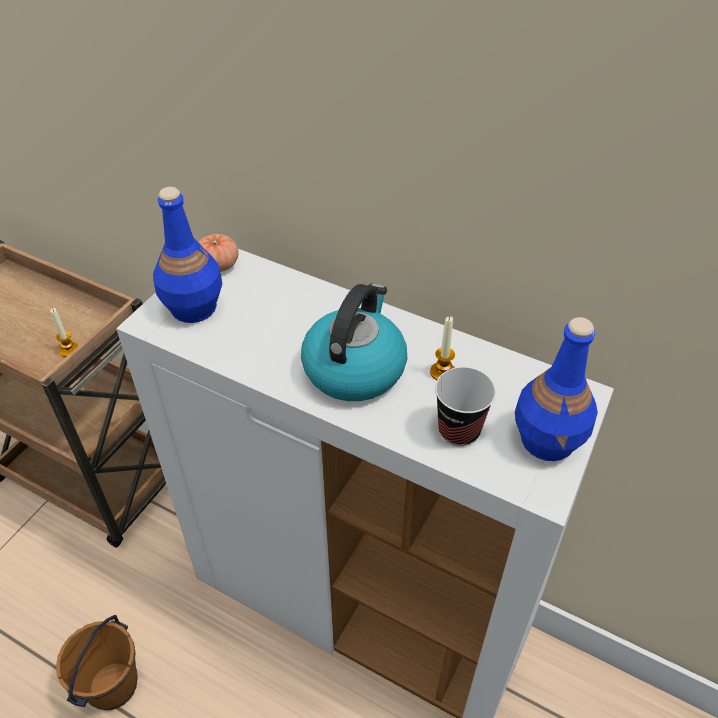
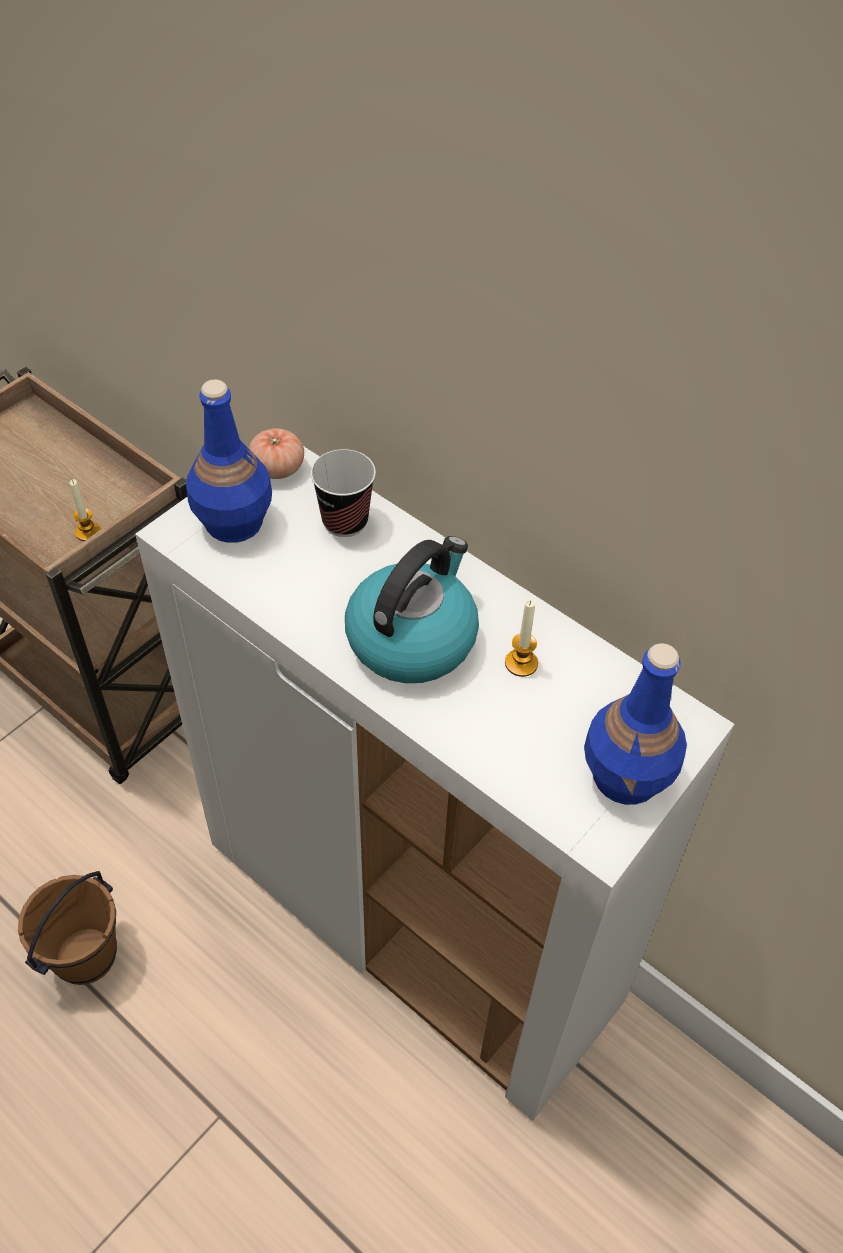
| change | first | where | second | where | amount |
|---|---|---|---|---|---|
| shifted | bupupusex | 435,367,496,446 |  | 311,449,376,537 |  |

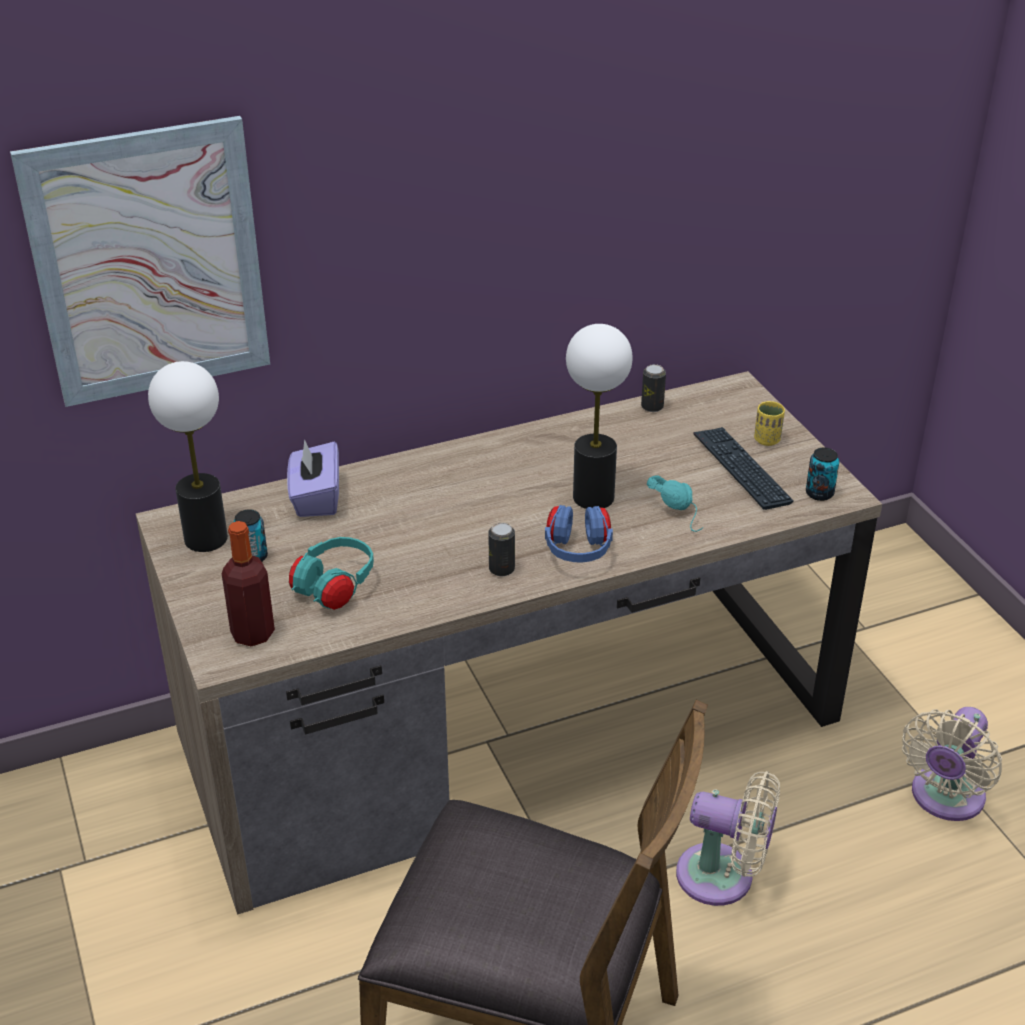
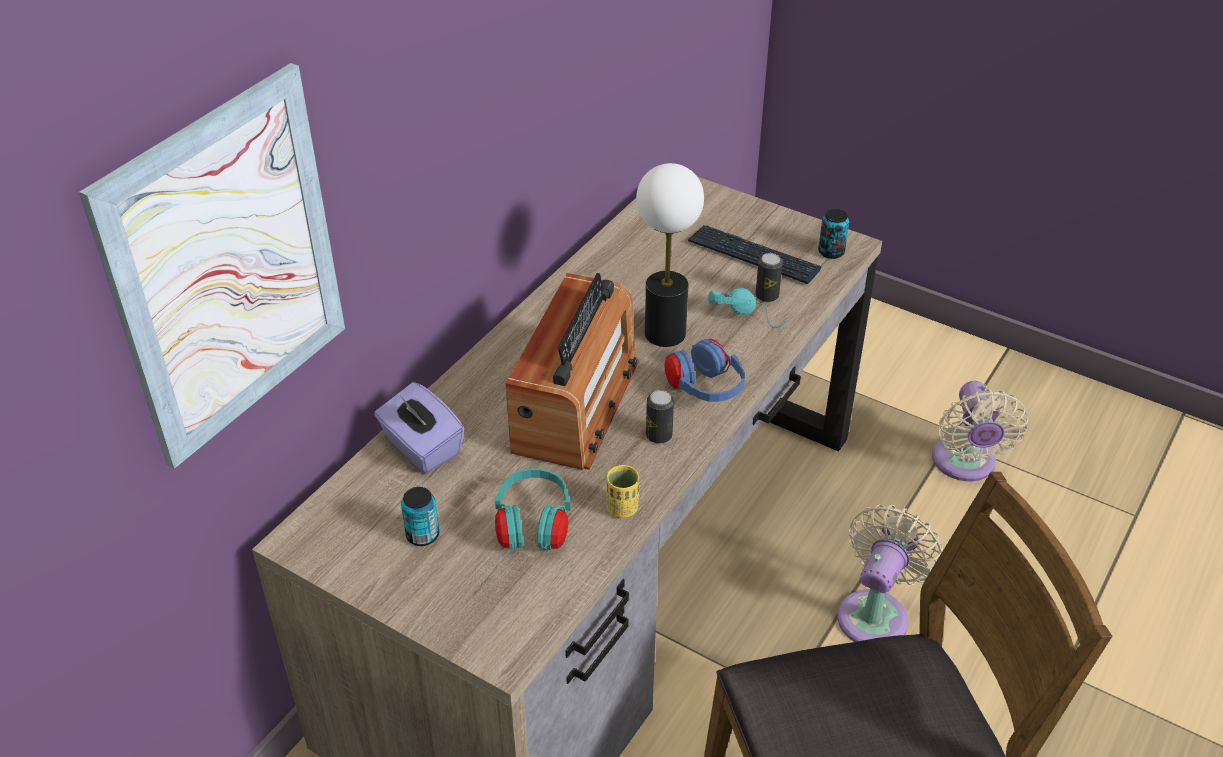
| change | first | where | second | where | amount |
|---|---|---|---|---|---|
| gone | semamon | 148,361,228,552 |  |  |  |
| gone | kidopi | 222,521,275,646 |  |  |  |
| shifted | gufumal | 641,364,666,412 |  | 755,253,783,302 |  |
| rotated | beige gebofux | 676,771,780,906 |  | 837,504,943,642 | 45 degrees counterclockwise |
| shifted | yellow bupupusex | 754,401,785,446 |  | 606,465,639,518 |  |
| new |  |  | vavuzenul | 506,273,639,470 |  |

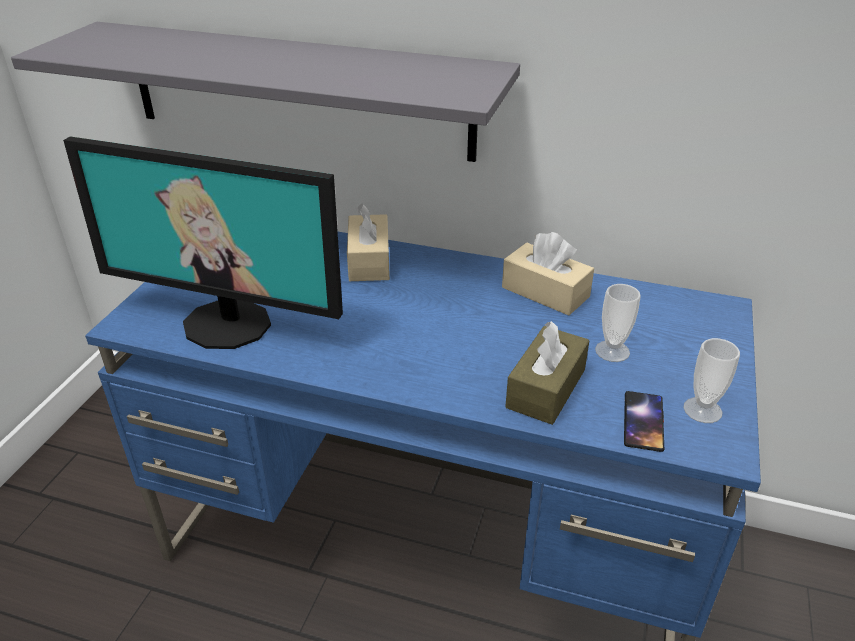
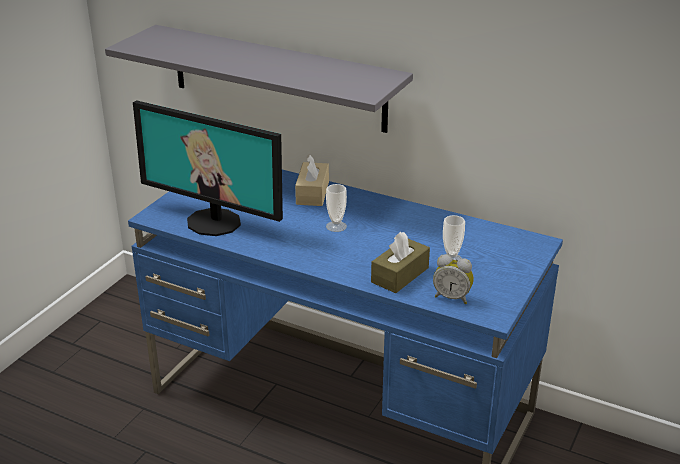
| change | first | where | second | where | amount |
|---|---|---|---|---|---|
| gone | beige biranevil | 502,232,594,315 |  |  |  |
| swapped | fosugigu | 624,391,664,452 | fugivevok | 433,254,474,304 |  |
| shifted | bupupusex | 683,338,740,423 |  | 326,184,347,232 |  |

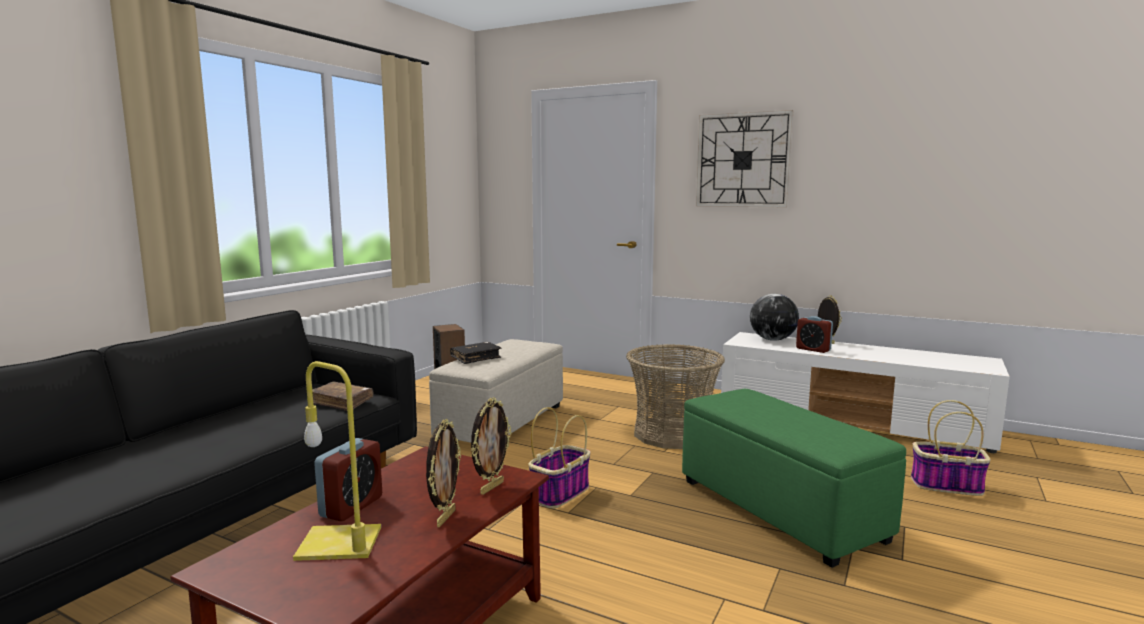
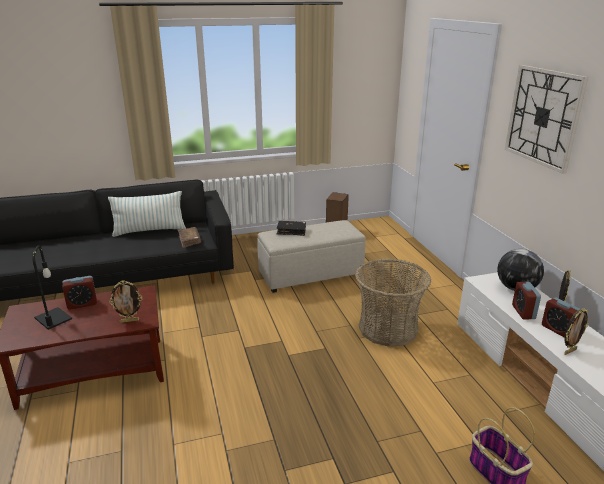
| change | first | where | second | where | amount |
|---|---|---|---|---|---|
| repainted | yellow semamon | 293,361,381,561 | black semamon | 32,245,72,330 |  |
| shifted | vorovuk | 426,419,461,527 |  | 564,308,589,355 |  |
| gone | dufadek | 528,407,590,509 |  |  |  |
| gone | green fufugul | 682,389,906,568 |  |  |  |
| new |  |  | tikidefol | 108,191,186,237 |  |
| new |  |  | fugivevok | 542,298,580,337 |  |

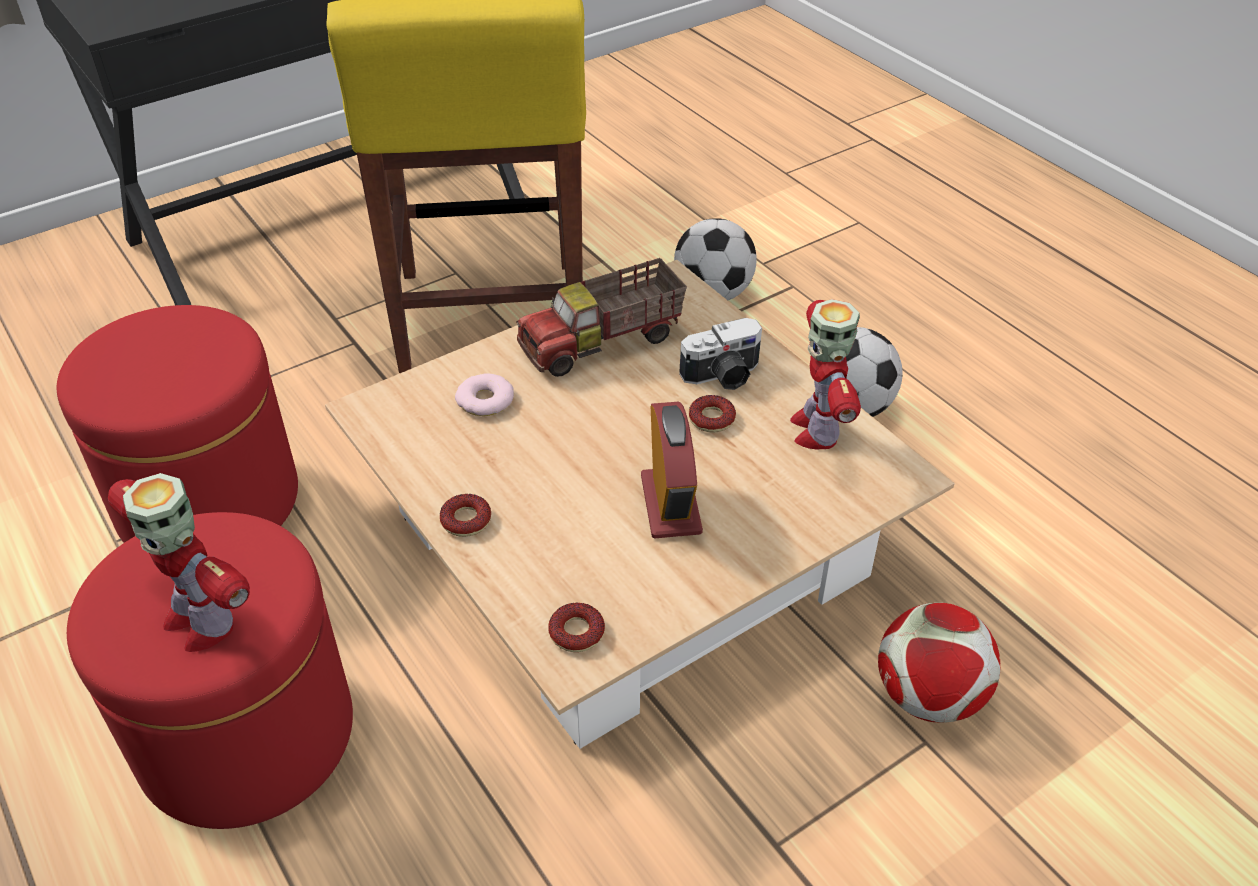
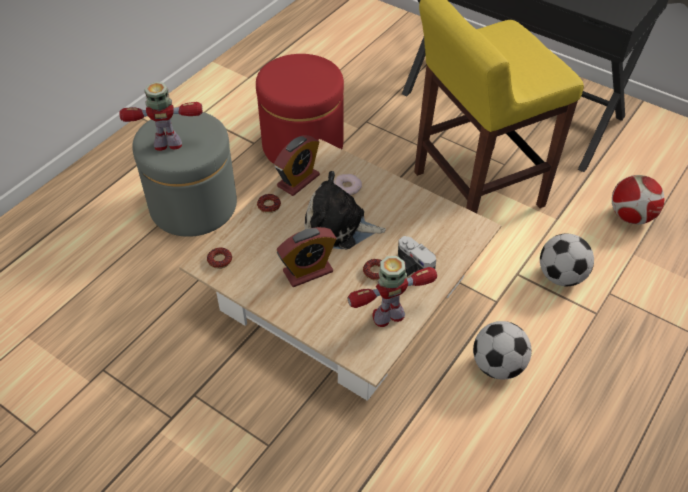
| change | first | where | second | where | amount |
|---|---|---|---|---|---|
| repainted | red fufugul | 67,512,353,829 | grey fufugul | 132,112,237,237 |  |
| rotated | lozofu | 108,473,250,652 |  | 119,82,203,151 | 60 degrees clockwise |
| gone | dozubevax | 516,258,687,377 |  |  |  |
| shifted | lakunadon | 878,603,1000,723 |  | 612,175,664,224 |  |
| new |  |  | fugivevok | 274,135,320,196 |  |
| new |  |  | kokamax | 304,171,386,250 |  |

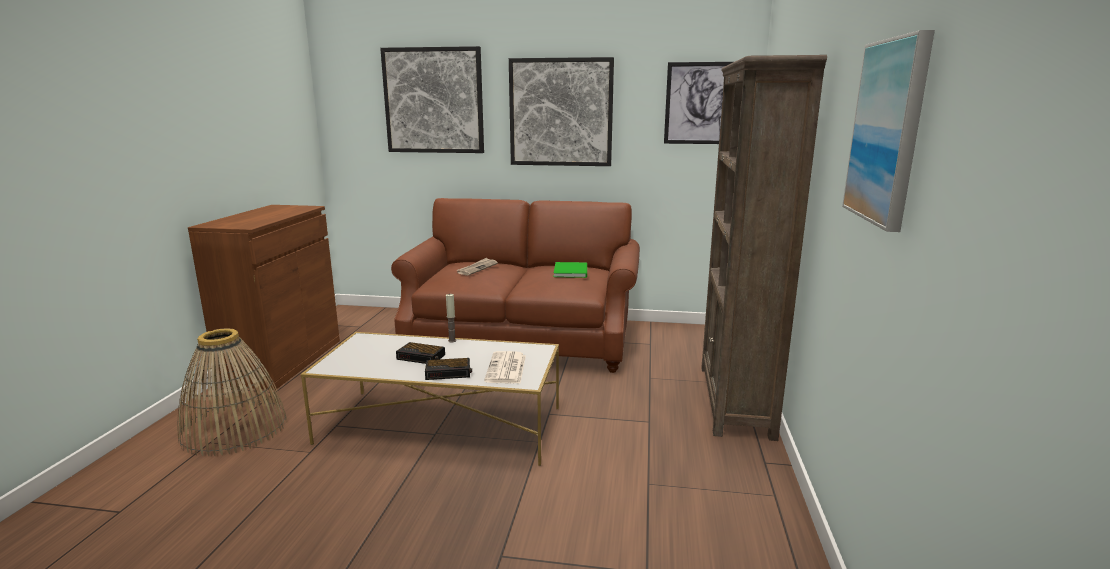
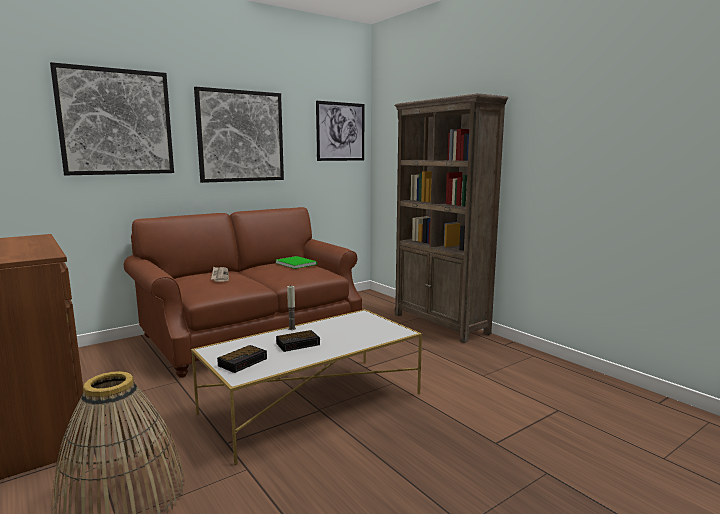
| change | first | where | second | where | amount |
|---|---|---|---|---|---|
| shifted | fugivevok | 425,358,472,380 |  | 217,345,267,373 |  |
| gone | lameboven | 484,351,526,384 |  |  |  |
| gone | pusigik | 842,30,935,232 |  |  |  |

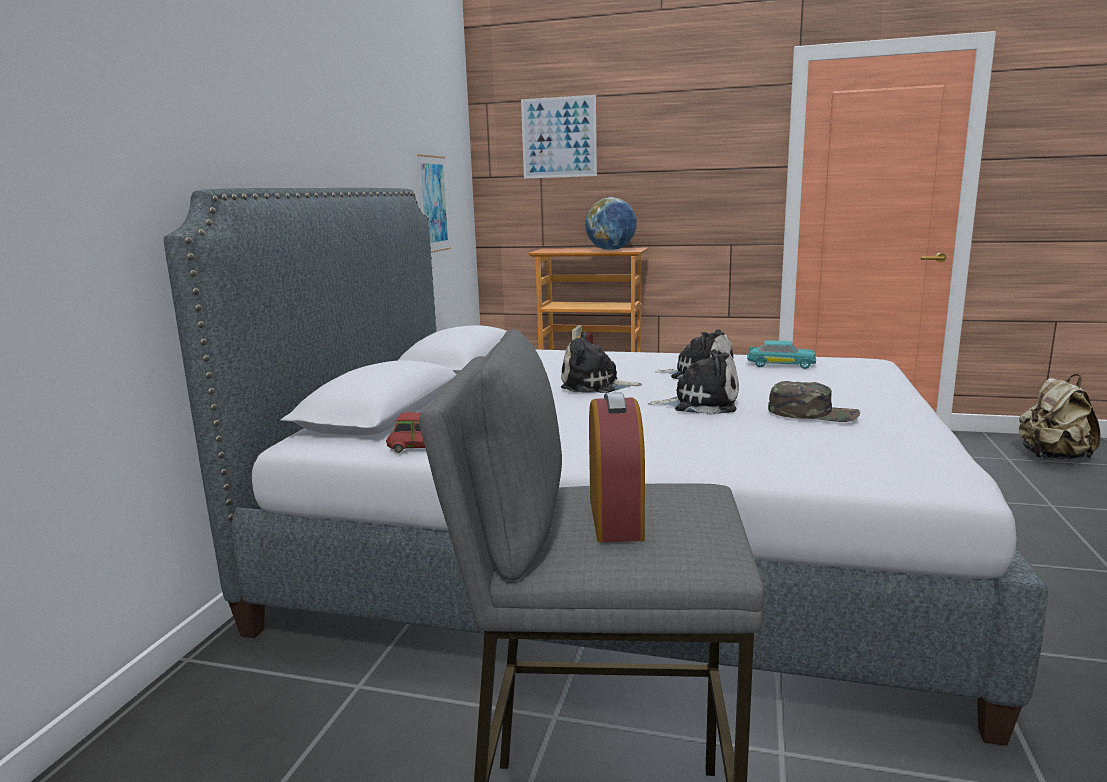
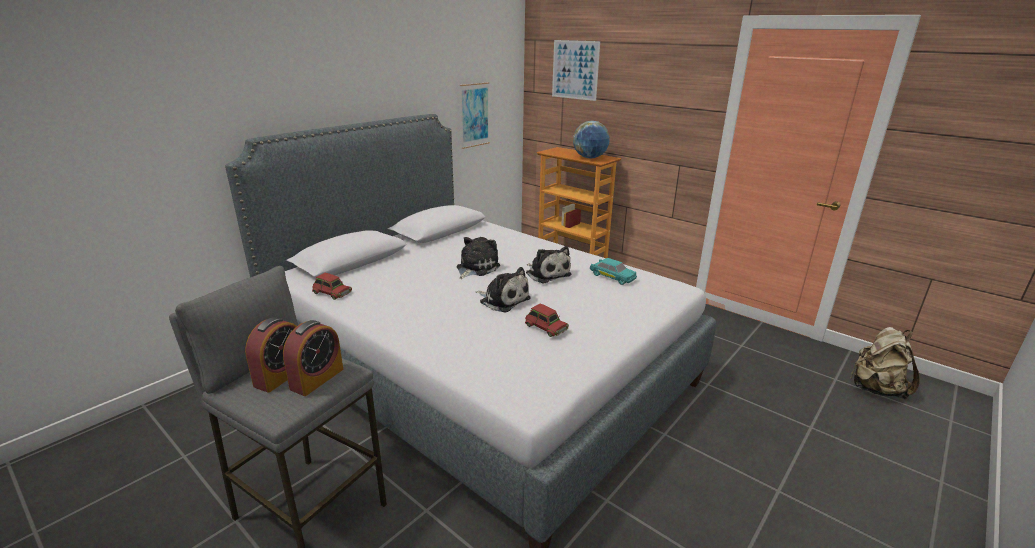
| change | first | where | second | where | amount |
|---|---|---|---|---|---|
| rotated | kokamax | 561,331,642,393 |  | 457,237,500,279 | 90 degrees clockwise |
| swapped | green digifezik | 768,381,860,422 | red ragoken | 525,304,569,337 |  |
| new |  |  | fugivevok | 283,320,343,396 |  |

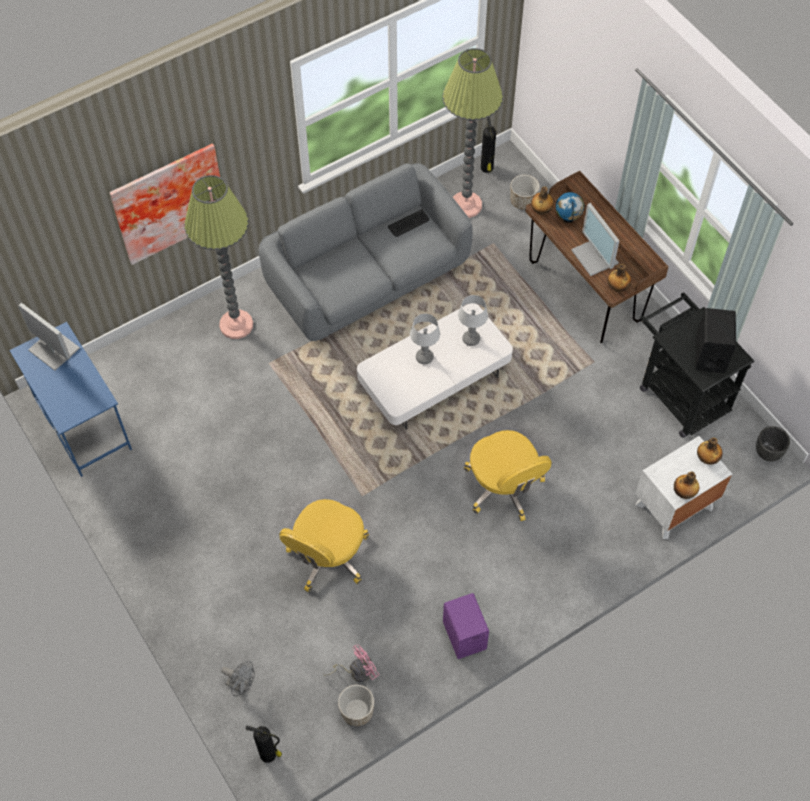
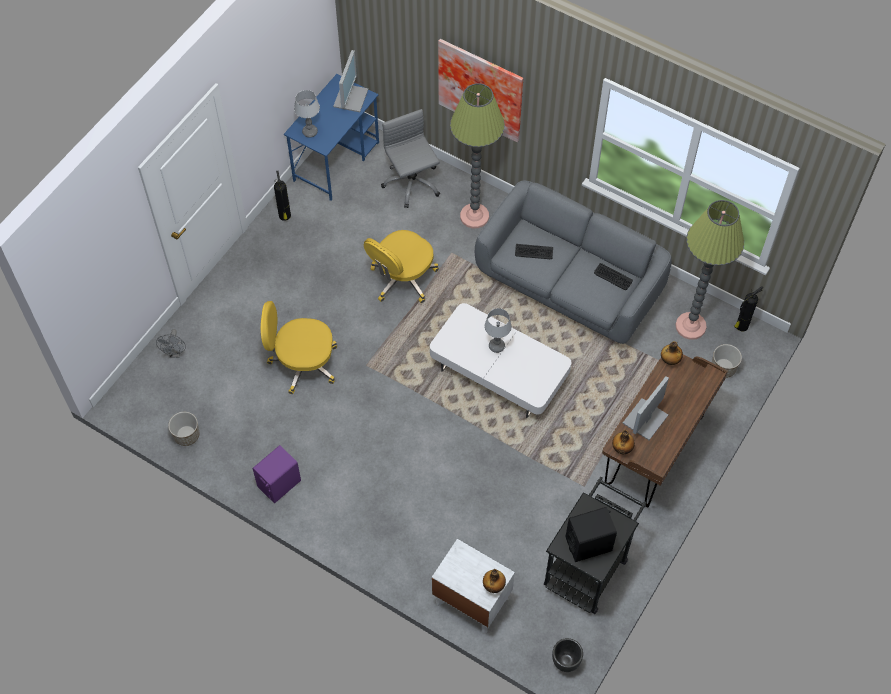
| change | first | where | second | where | amount |
|---|---|---|---|---|---|
| shifted | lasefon | 246,725,282,763 |  | 274,171,291,221 |  |
| gone | pink gebofux | 323,645,379,682 |  |  |  |
| shifted | semamon | 458,295,488,346 |  | 294,90,320,137 |  |
| shifted | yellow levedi | 464,430,552,521 |  | 364,230,439,303 |  |
| gone | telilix | 556,192,584,223 |  |  |  |
| gone | kidopi | 674,471,699,499 |  |  |  |
| new |  |  | grey levedi | 381,109,440,208 |  |
| new |  |  | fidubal | 515,244,553,259 |  |

